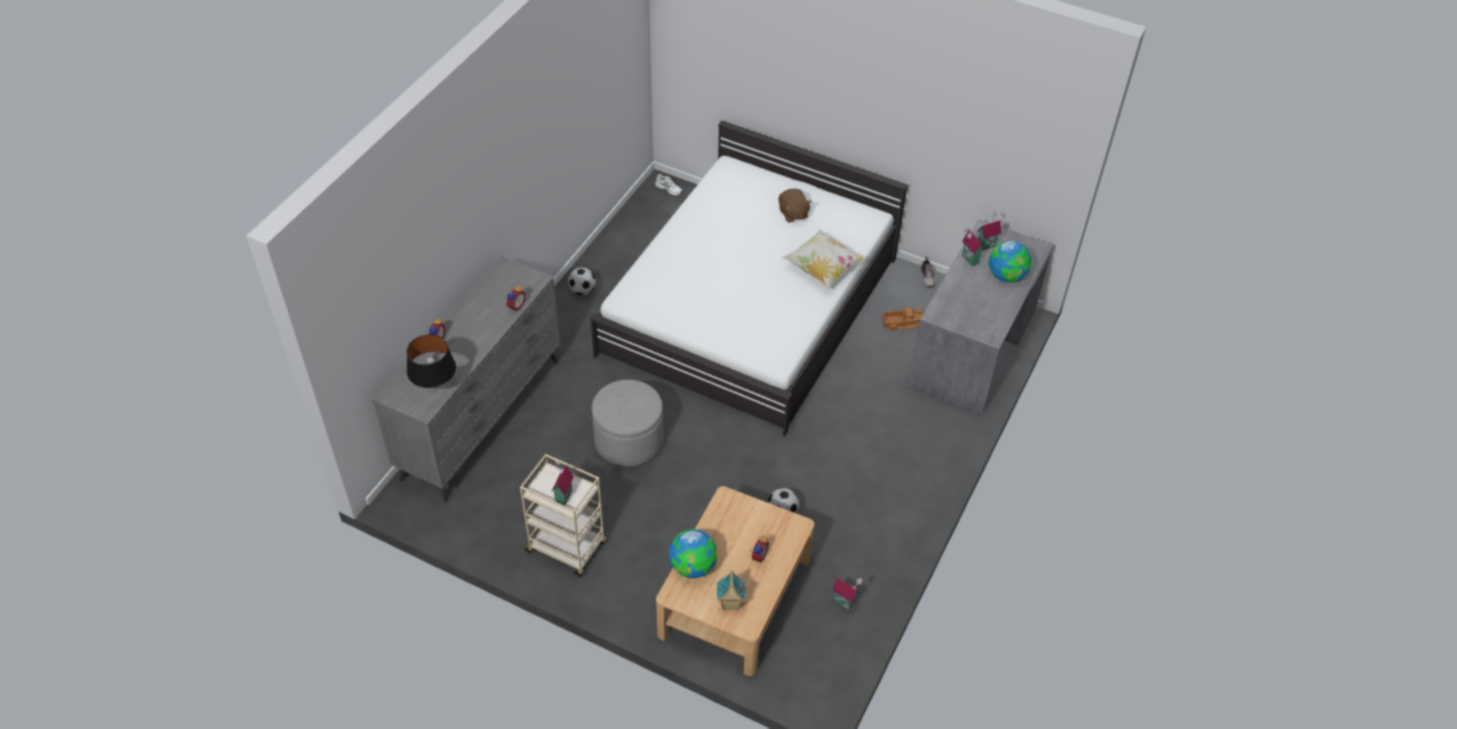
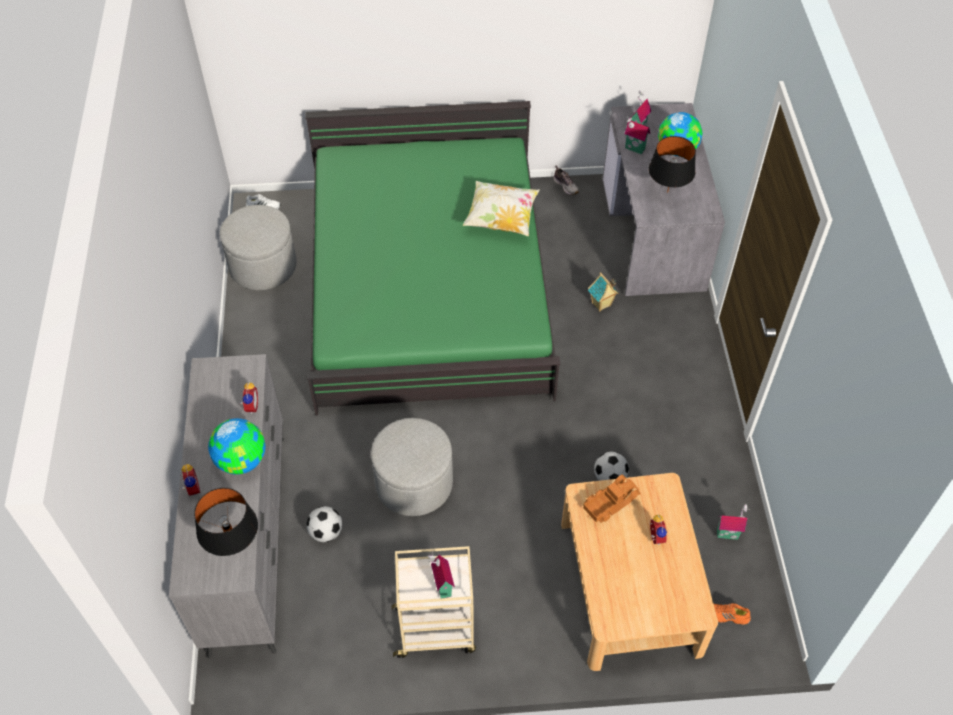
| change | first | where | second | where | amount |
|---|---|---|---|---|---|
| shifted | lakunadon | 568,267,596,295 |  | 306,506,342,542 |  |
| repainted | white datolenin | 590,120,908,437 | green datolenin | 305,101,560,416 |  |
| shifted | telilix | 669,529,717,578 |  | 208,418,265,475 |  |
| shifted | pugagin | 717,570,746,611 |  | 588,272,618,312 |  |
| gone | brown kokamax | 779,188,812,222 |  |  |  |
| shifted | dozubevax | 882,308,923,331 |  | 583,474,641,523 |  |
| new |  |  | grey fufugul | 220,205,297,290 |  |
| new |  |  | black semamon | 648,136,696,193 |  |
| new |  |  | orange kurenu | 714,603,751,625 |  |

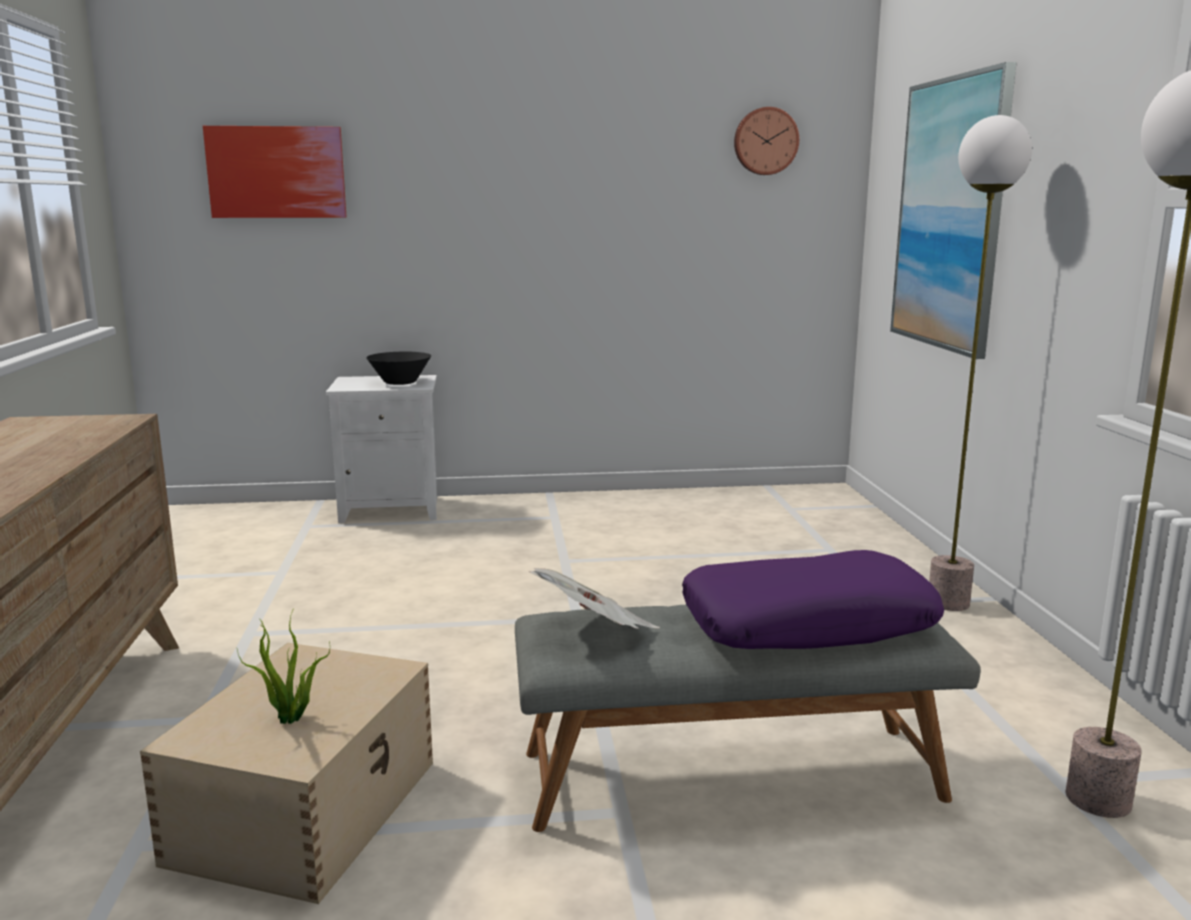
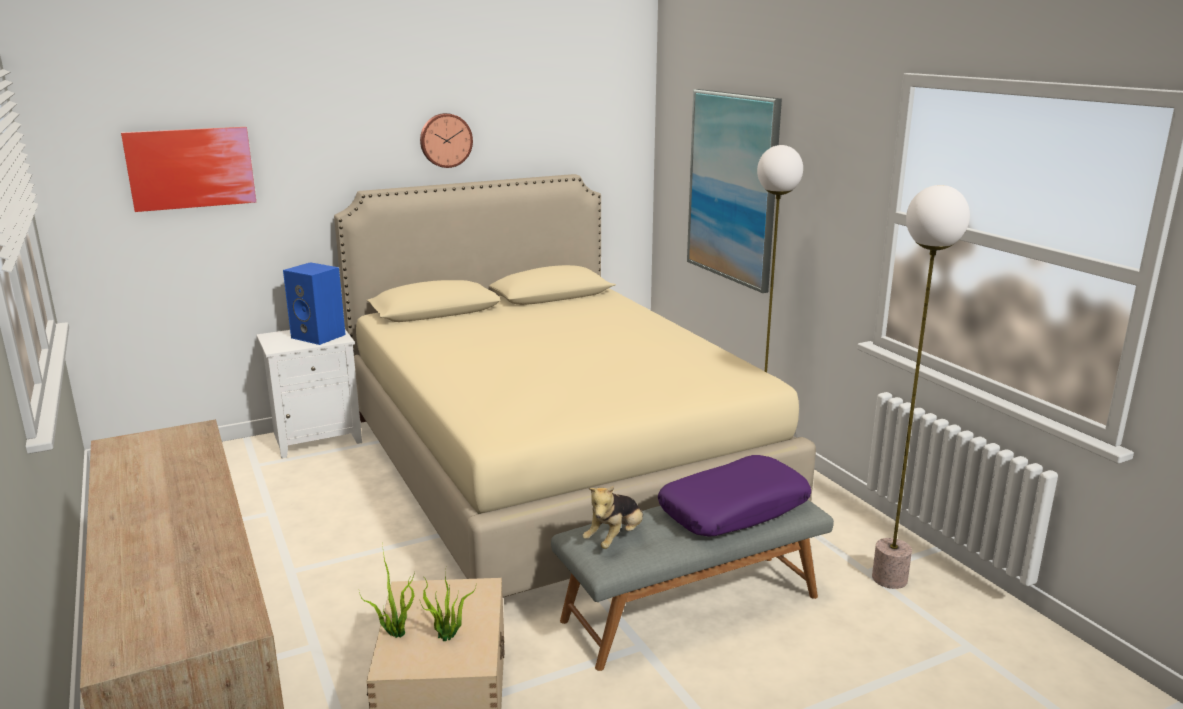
| change | first | where | second | where | amount |
|---|---|---|---|---|---|
| swapped | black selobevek | 366,352,431,385 | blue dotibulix | 283,262,346,345 |  |
| swapped | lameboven | 528,568,660,629 | kokamax | 582,485,643,549 |  |
| shifted | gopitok | 734,107,799,175 |  | 420,113,473,168 |  |
| new |  |  | beige datolenin | 334,174,816,598 |  |
| new |  |  | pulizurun | 359,552,415,638 |  |

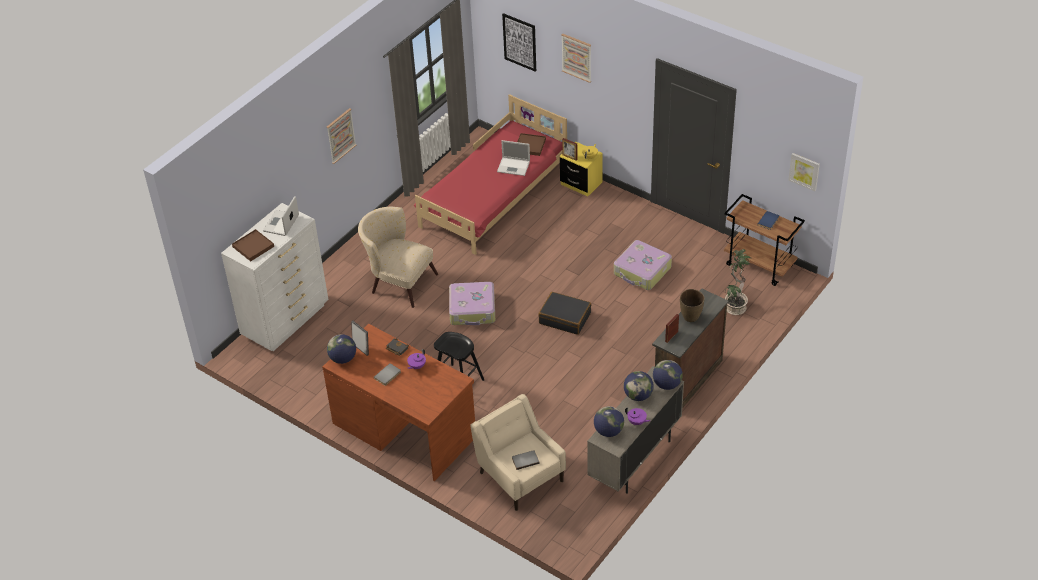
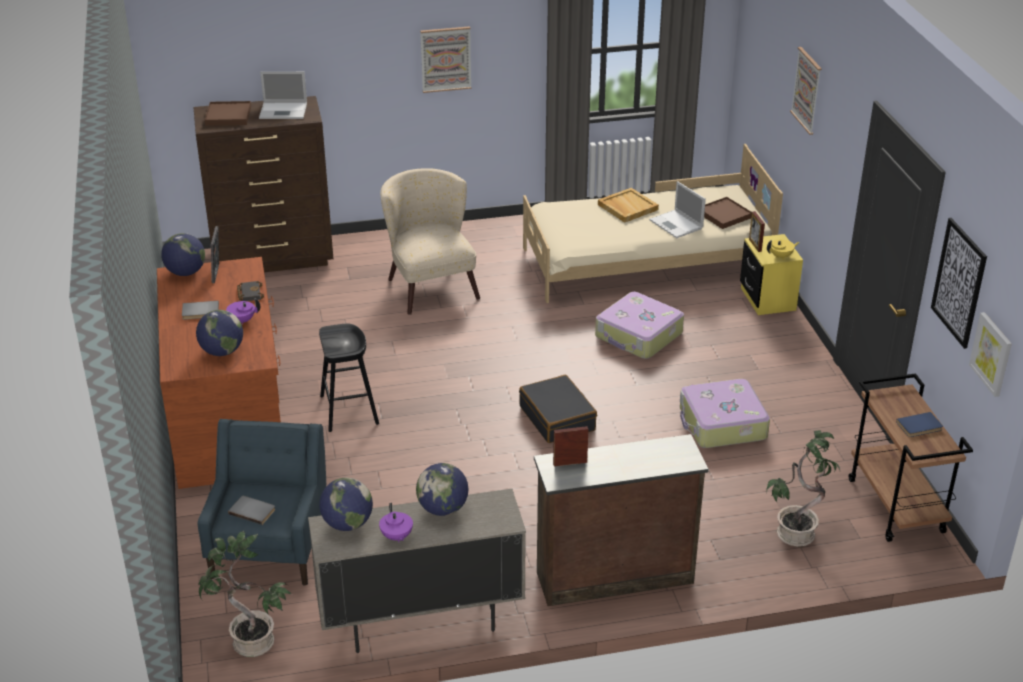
| change | first | where | second | where | amount |
|---|---|---|---|---|---|
| repainted | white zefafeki | 221,203,328,351 | brown zefafeki | 193,96,333,272 |  |
| rotated | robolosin | 263,196,299,236 |  | 259,71,307,119 | 150 degrees counterclockwise |
| repainted | red datolenin | 414,94,567,255 | beige datolenin | 523,144,783,303 |  |
| shifted | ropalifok | 449,282,495,325 |  | 595,292,684,359 |  |
| repainted | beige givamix | 470,394,566,511 | blue givamix | 198,419,326,586 |  |
| shifted | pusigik | 502,13,536,72 |  | 931,218,987,349 |  |
| shifted | telilix | 653,360,683,390 |  | 196,310,243,356 |  |
| gone | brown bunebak | 680,289,705,322 |  |  |  |
| new |  |  | pulizurun | 198,531,292,657 |  |
| new |  |  | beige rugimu | 598,188,659,223 |  |

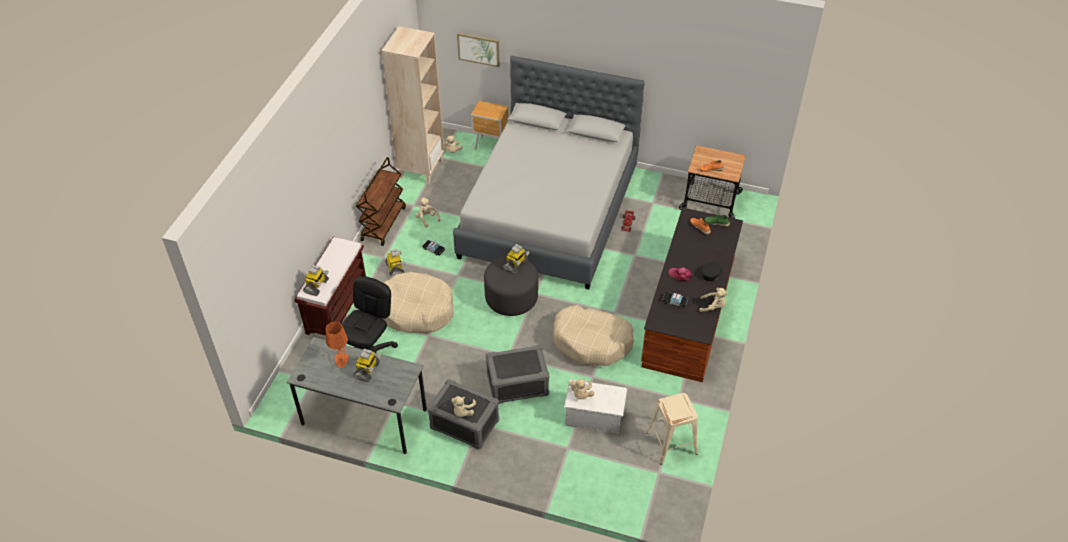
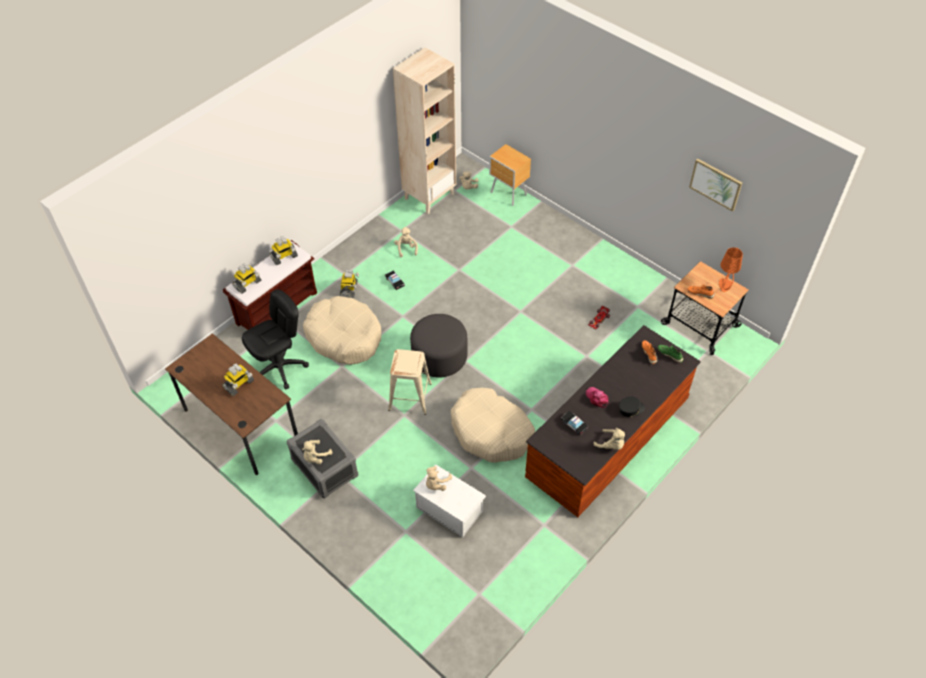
| change | first | where | second | where | amount |
|---|---|---|---|---|---|
| repainted | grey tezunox | 287,337,427,454 | brown tezunox | 165,333,298,475 |  |
| shifted | orange semamon | 326,322,349,368 |  | 719,247,743,292 |  |
| gone | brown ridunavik | 356,157,406,246 |  |  |  |
| gone | grey datolenin | 453,56,645,289 |  |  |  |
| shifted | pusigik | 457,33,500,67 |  | 689,158,742,212 |  |
| gone | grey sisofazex | 486,345,549,404 |  |  |  |
| shifted | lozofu | 503,244,529,274 |  | 270,236,298,265 |  |
| shifted | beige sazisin | 646,393,698,465 |  | 388,349,432,415 |  |

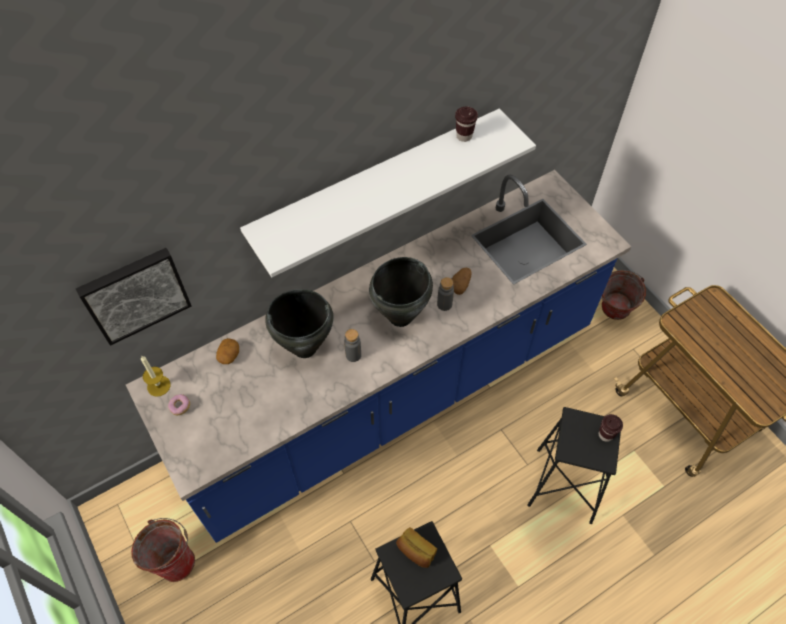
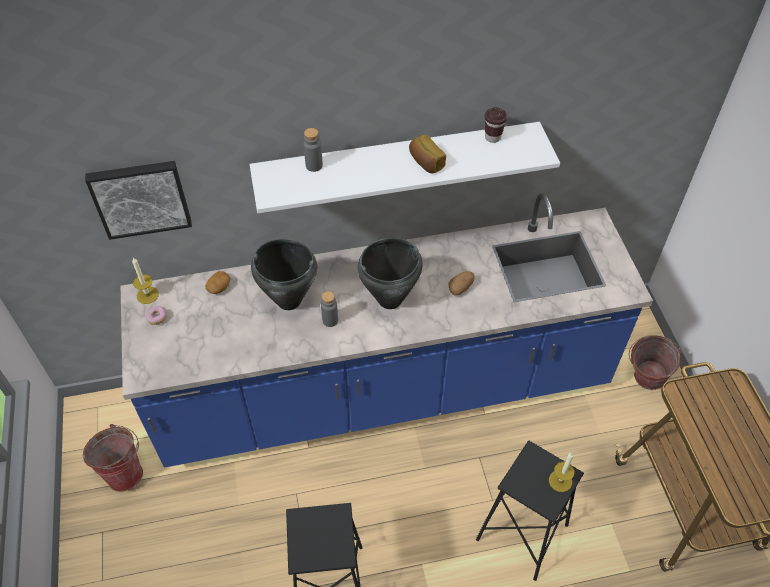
| change | first | where | second | where | amount |
|---|---|---|---|---|---|
| shifted | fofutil | 396,527,437,568 |  | 409,135,446,174 |  |
| shifted | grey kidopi | 437,277,454,311 |  | 303,128,323,172 |  |
| swapped | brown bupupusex | 599,414,623,442 | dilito | 549,453,575,492 |  |

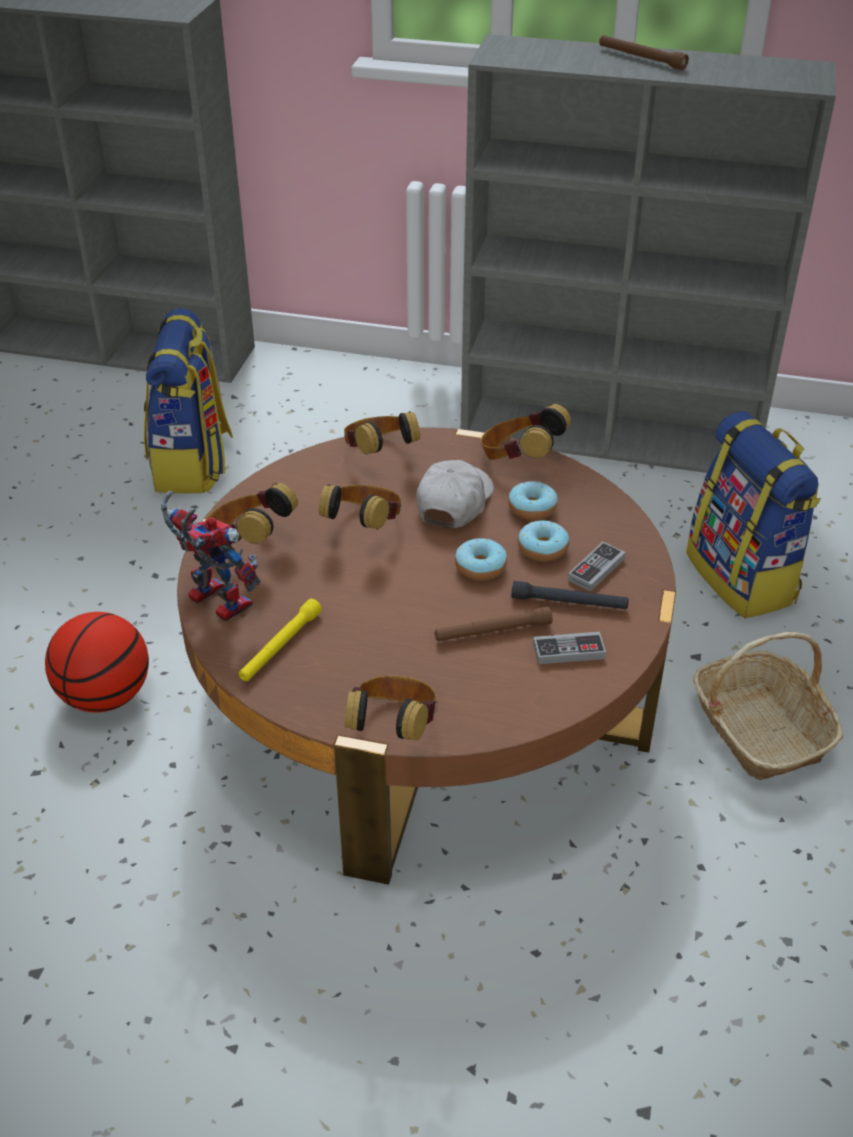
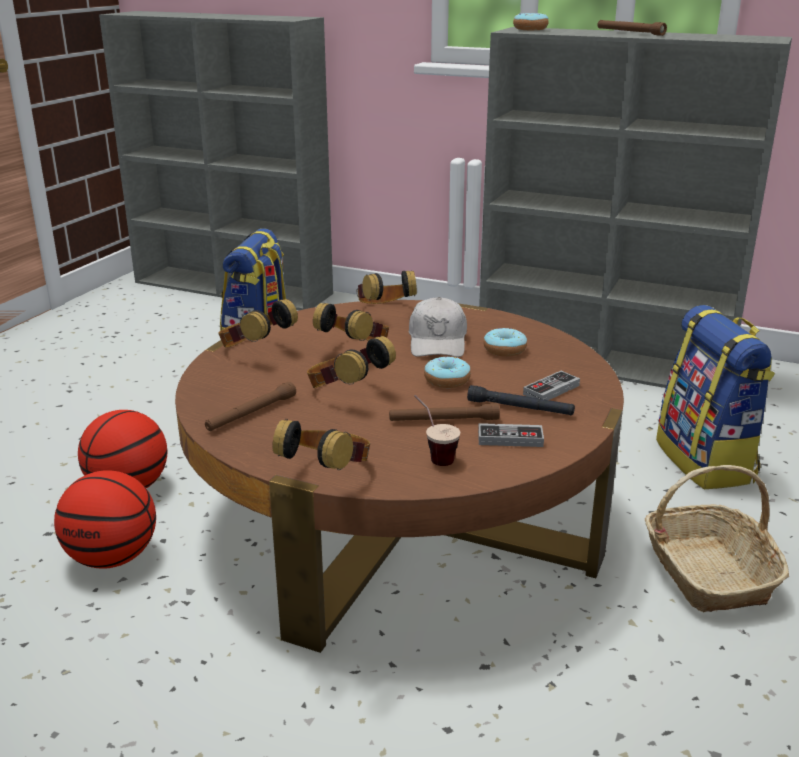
| change | first | where | second | where | amount |
|---|---|---|---|---|---|
| gone | lozofu | 161,491,261,622 |  |  |  |
| repainted | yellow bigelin | 239,599,322,681 | brown bigelin | 205,382,296,431 |  |
| rotated | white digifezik | 416,460,494,528 |  | 409,297,467,357 | 150 degrees clockwise |
| shifted | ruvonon | 481,404,571,460 |  | 307,336,396,388 |  |
| shifted | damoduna | 518,521,569,562 |  | 513,13,549,30 |  |
| new |  |  | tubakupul | 54,470,156,569 |  |
| new |  |  | bupupusex | 414,395,460,466 |  |

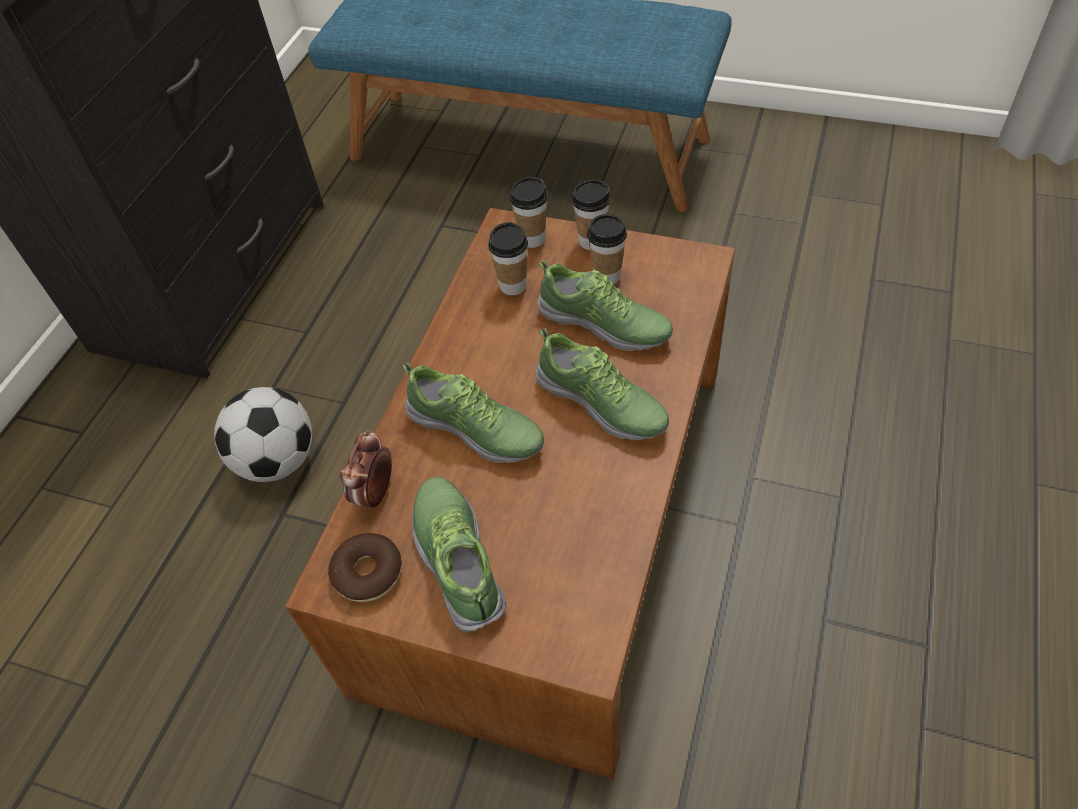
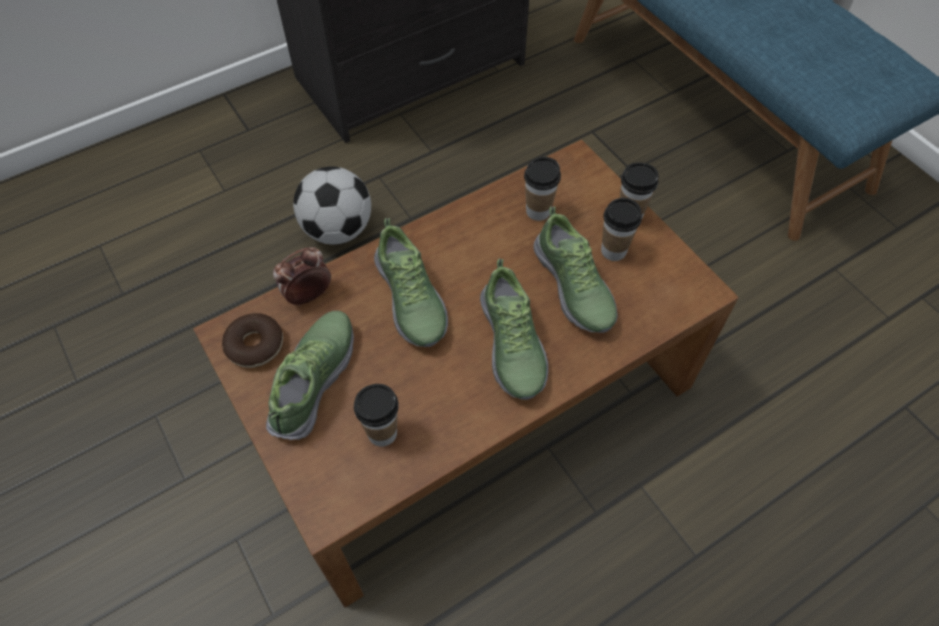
| change | first | where | second | where | amount |
|---|---|---|---|---|---|
| shifted | bupupusex | 510,177,548,248 |  | 354,384,399,447 |  |

